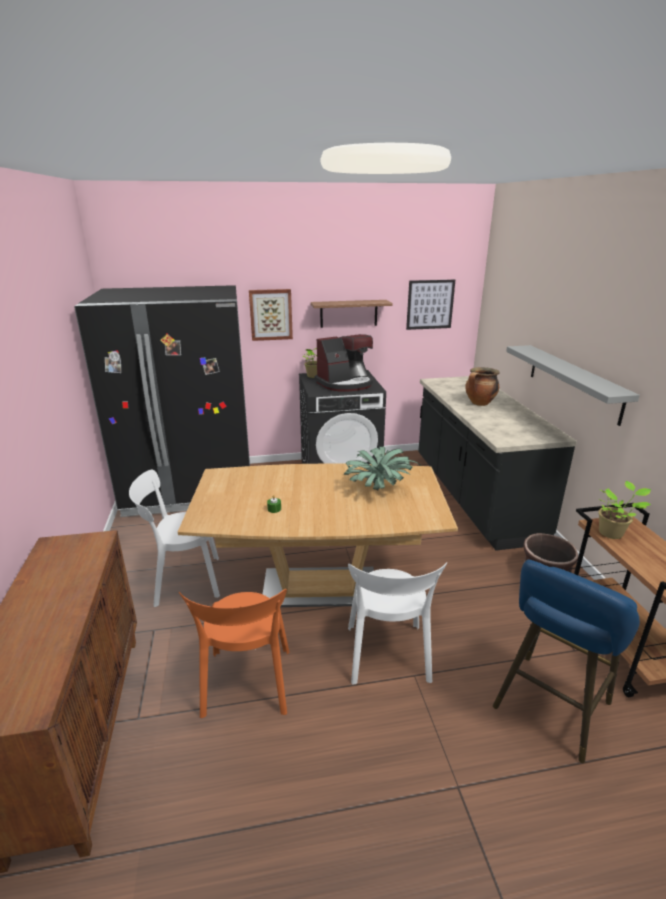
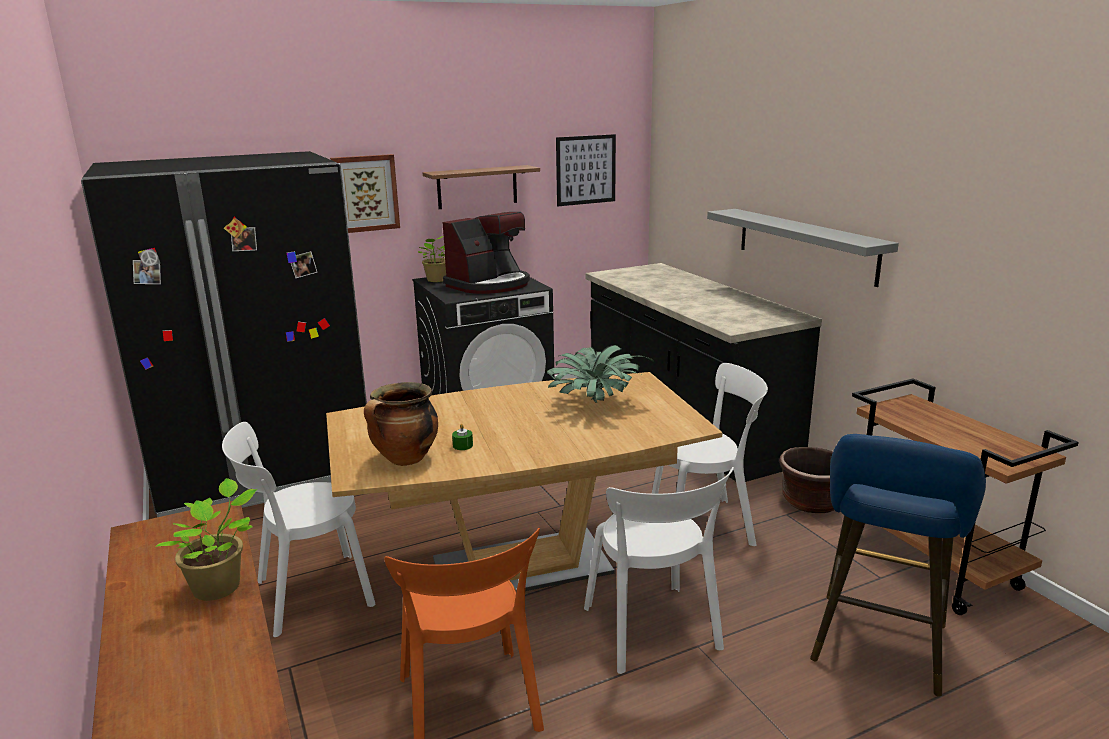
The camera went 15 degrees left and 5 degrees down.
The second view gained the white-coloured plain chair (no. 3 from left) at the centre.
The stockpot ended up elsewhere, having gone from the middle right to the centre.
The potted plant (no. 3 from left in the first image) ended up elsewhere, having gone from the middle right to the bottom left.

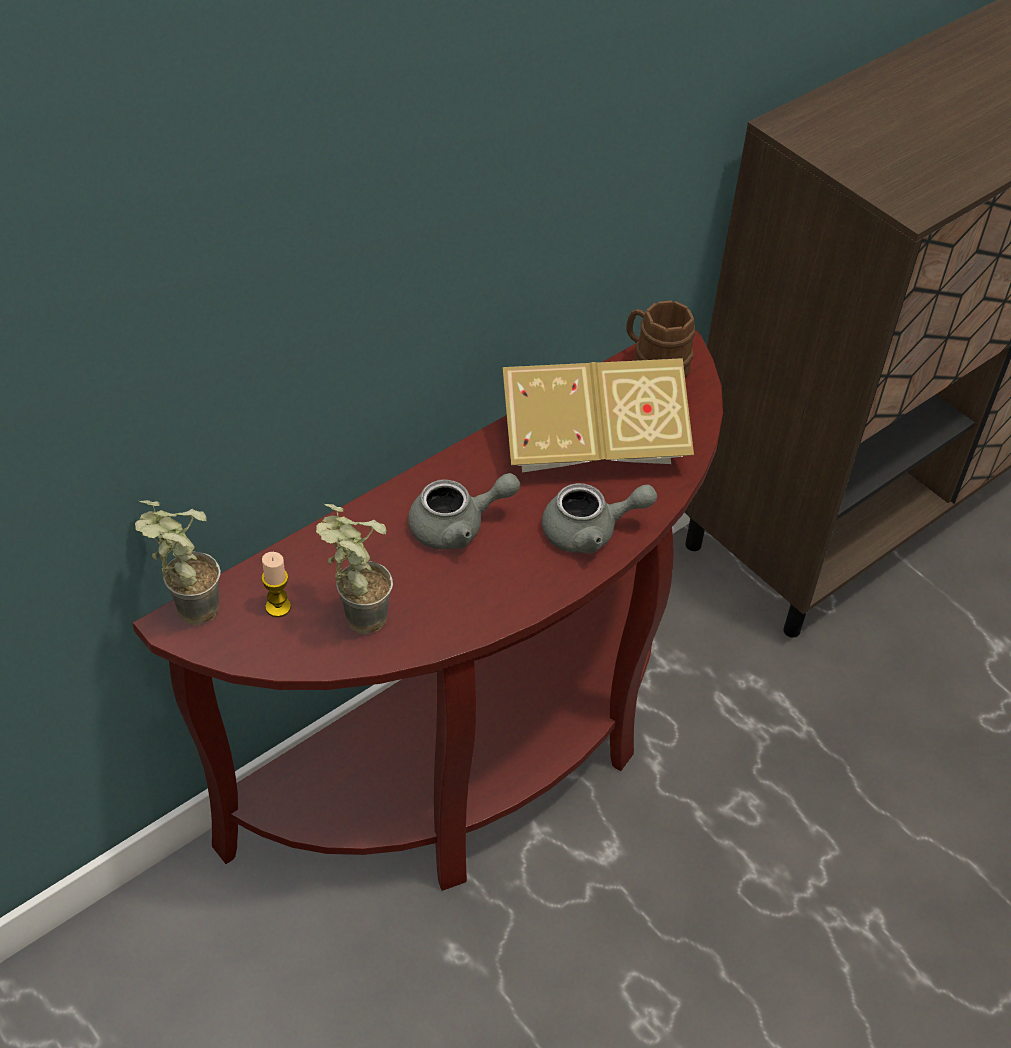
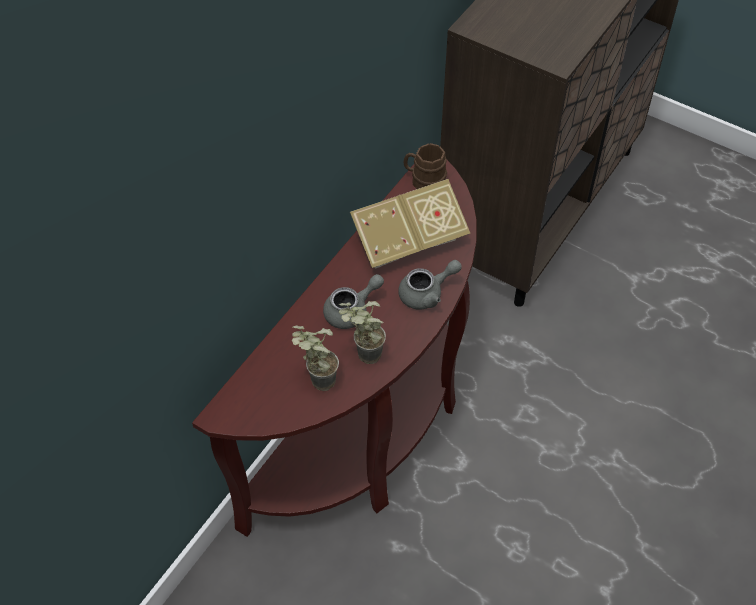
The camera went 15 degrees left and 5 degrees up.
The second view lost the wax candle at the middle left.
The potted plant (no. 1 from left in the first image) ended up elsewhere, having gone from the middle left to the centre.

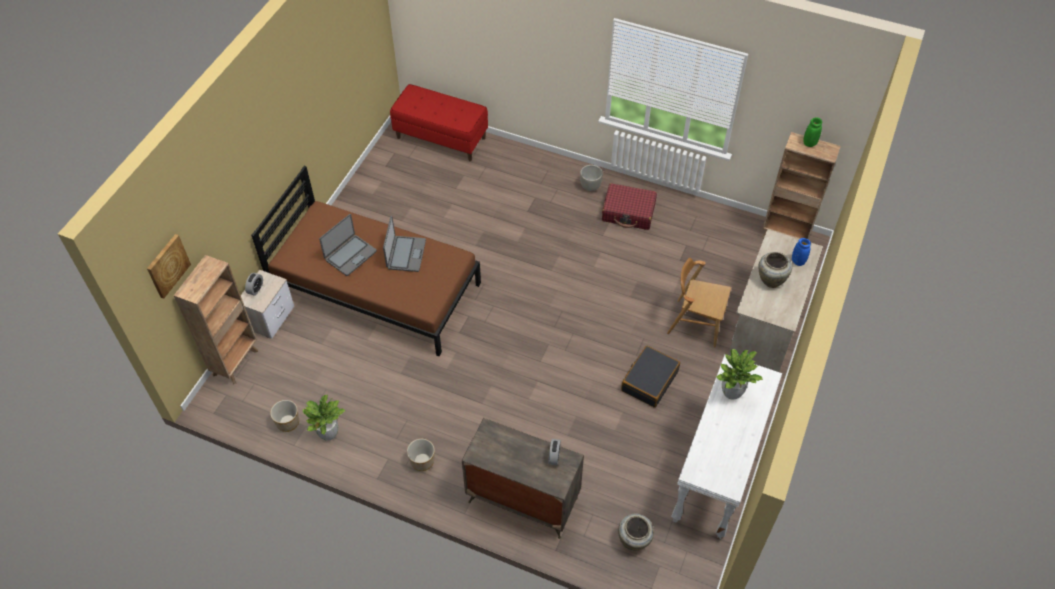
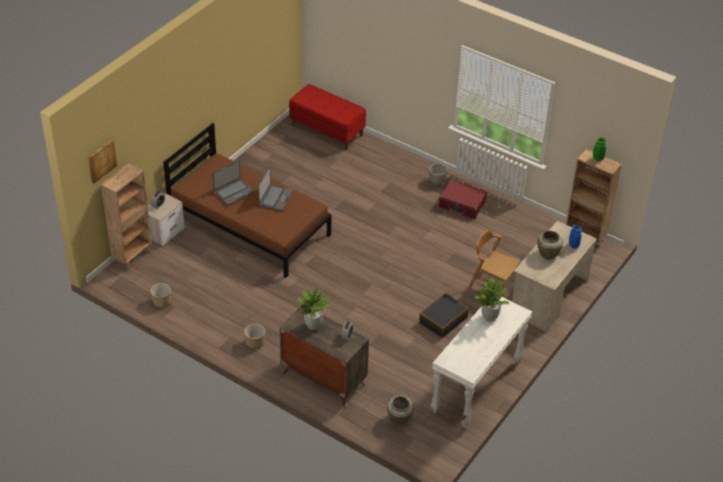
The camera went 10 degrees right and 10 degrees down.
The potted plant (no. 1 from left) ended up elsewhere, having gone from the bottom left to the centre.

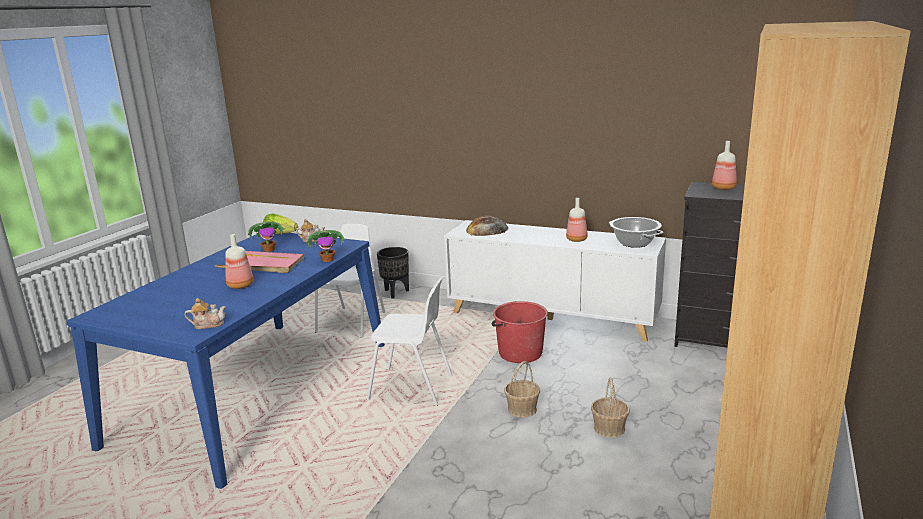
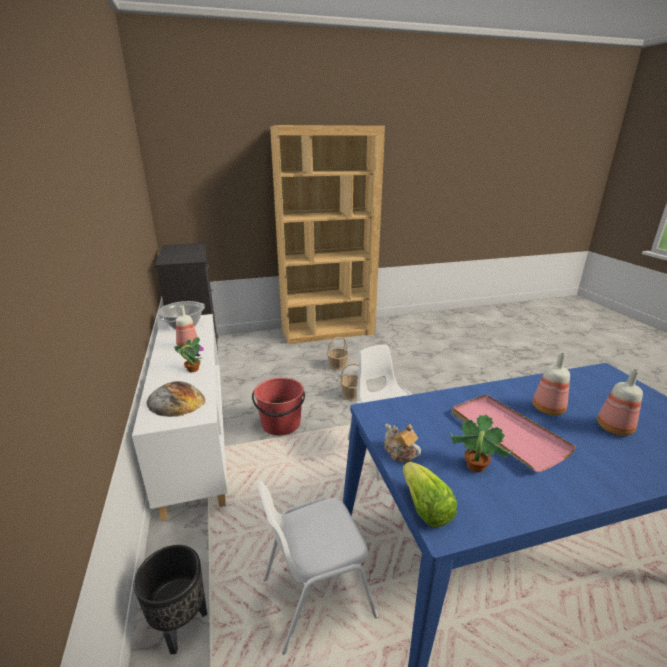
The camera went 130 degrees left and 5 degrees up.
The second view lost the tea pot (no. 1 from left) at the middle left.
The potted plant (no. 2 from left in the first image) ended up elsewhere, having gone from the centre to the middle left.
The drink bottle (no. 3 from left) ended up elsewhere, having gone from the top right to the middle right.

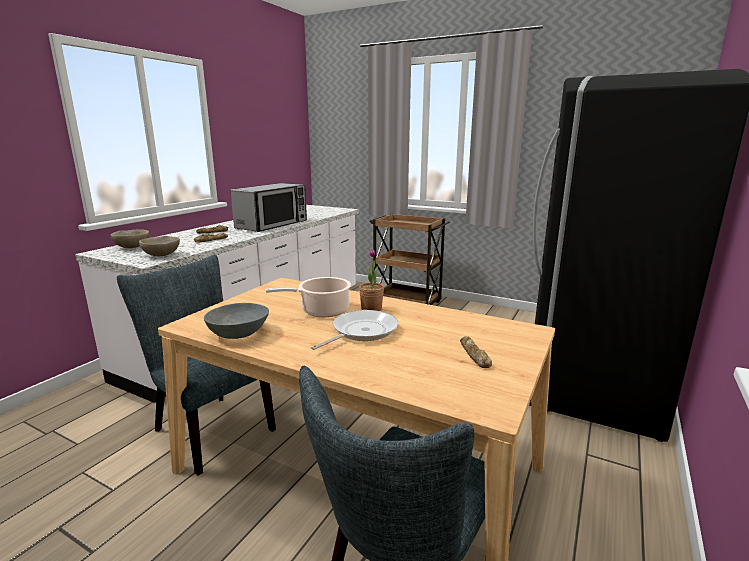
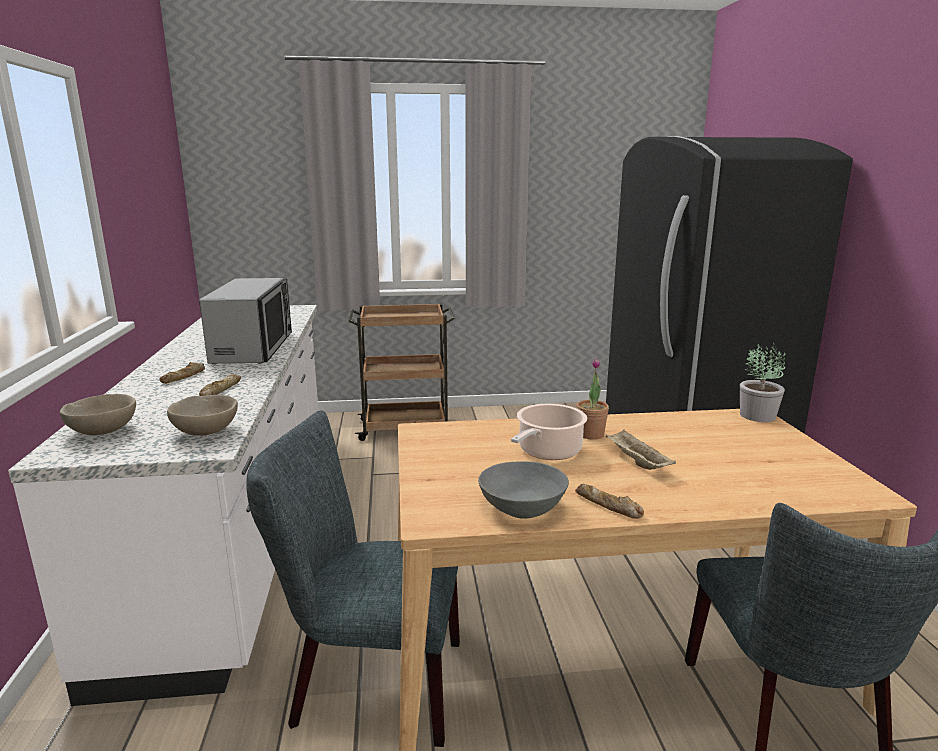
The camera went 35 degrees left and 0 degrees up.
The second view gained the potted plant (no. 2 from left) at the middle right.
The baked bread (no. 3 from left) ended up elsewhere, having gone from the centre to the bottom centre.
Where the pan stood at the centre, the sand-coloured tray came to stand at the middle right.

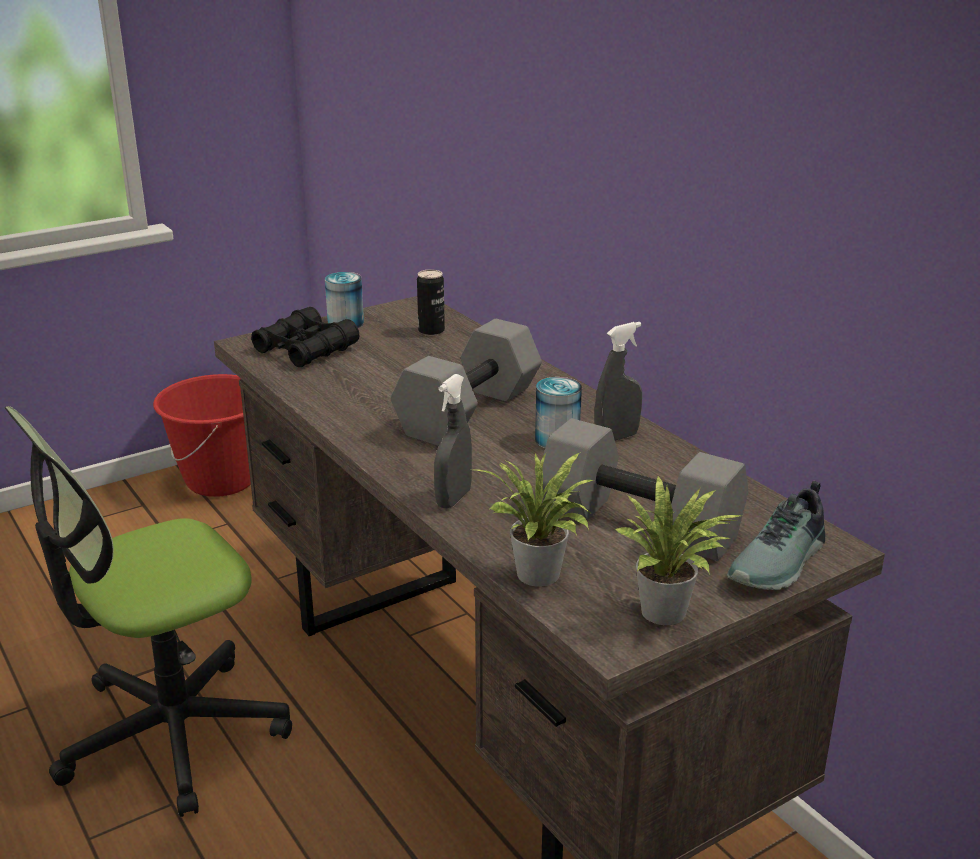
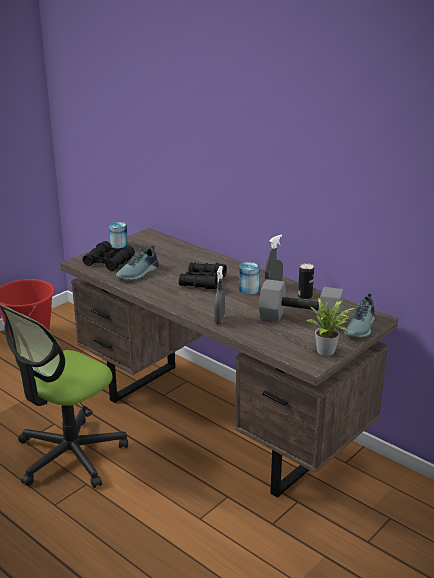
The camera went 15 degrees left and 0 degrees up.
The second view lost the potted plant (no. 1 from left) at the centre.
The second view gained the low shoe (no. 1 from left) at the middle left.
The metal can (no. 2 from left in the first image) ended up elsewhere, having gone from the centre to the middle right.
Where the greyish hand weight (no. 1 from left) stood at the centre, the black-coloured binoculars (no. 2 from left) came to stand at the centre.

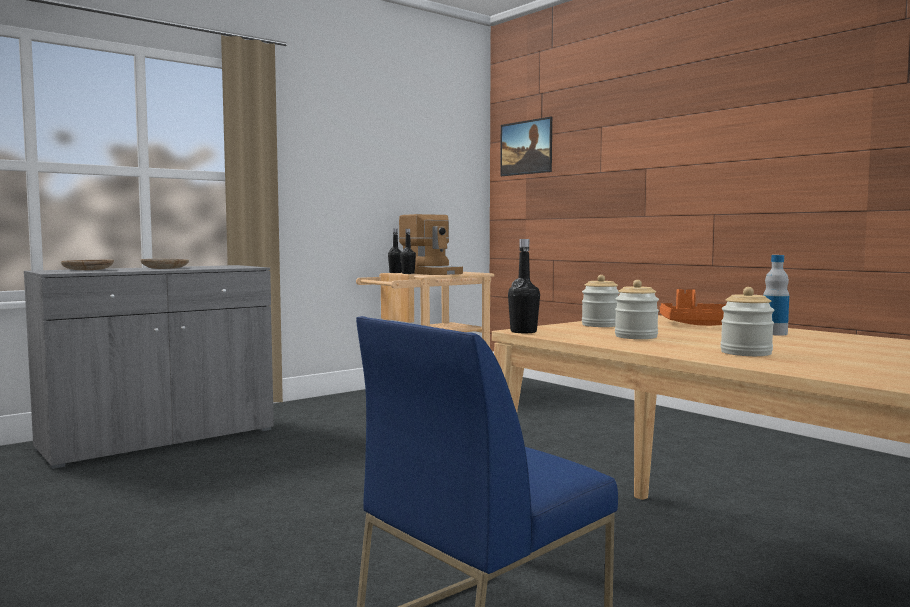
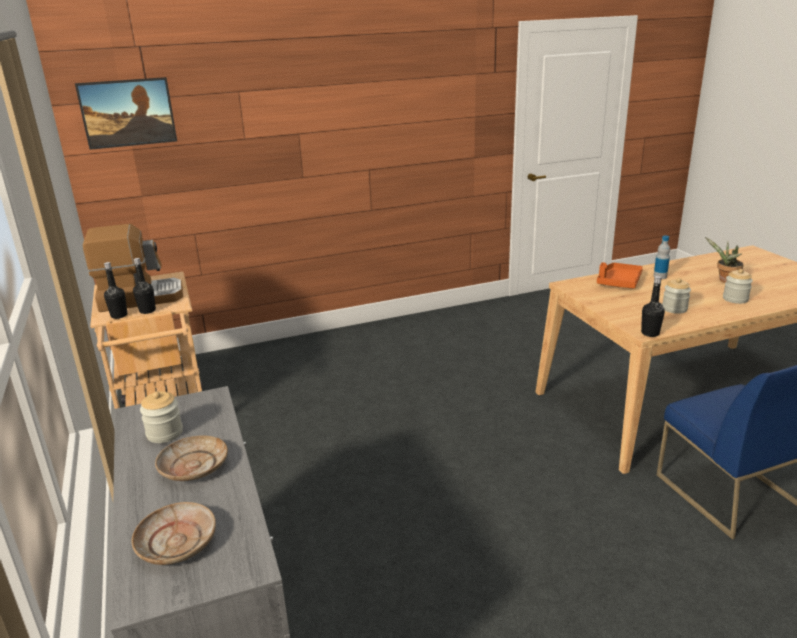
The camera went 70 degrees left and 20 degrees up.
The second view gained the potted plant at the middle right.
The jar (no. 1 from left) ended up elsewhere, having gone from the centre to the middle left.

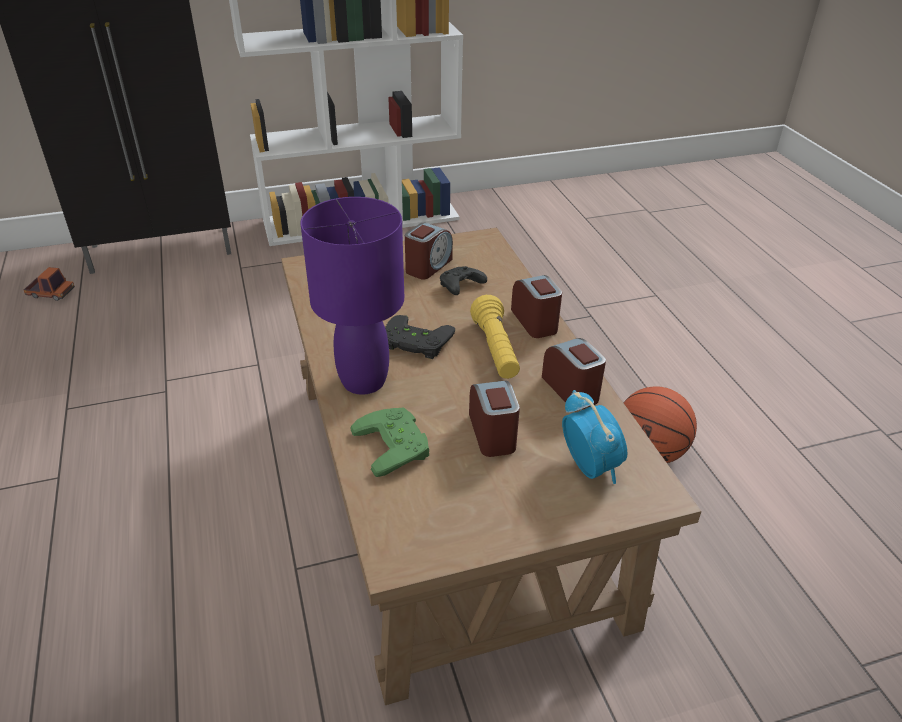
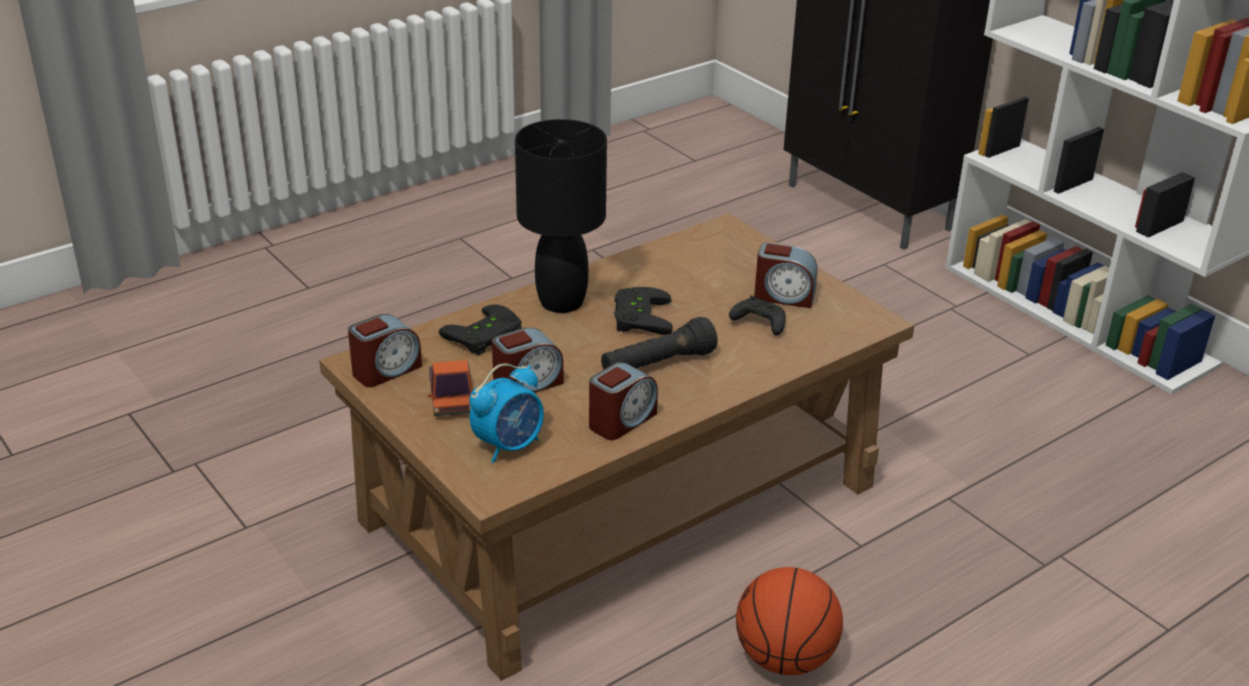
The camera went 70 degrees right and 5 degrees down.
The toy lorry ended up elsewhere, having gone from the middle left to the centre.
The alarm clock (no. 3 from left in the first image) ended up elsewhere, having gone from the centre to the middle left.
What was the purple-coloured tabletop lamp at the centre turned into the black-coloured tabletop lamp at the top centre.
What was the green-coloured joypad at the centre turned into the black-coloured joypad (no. 1 from left) at the centre.
What was the yellow-coloured hand torch at the centre turned into the black-coloured hand torch at the centre.

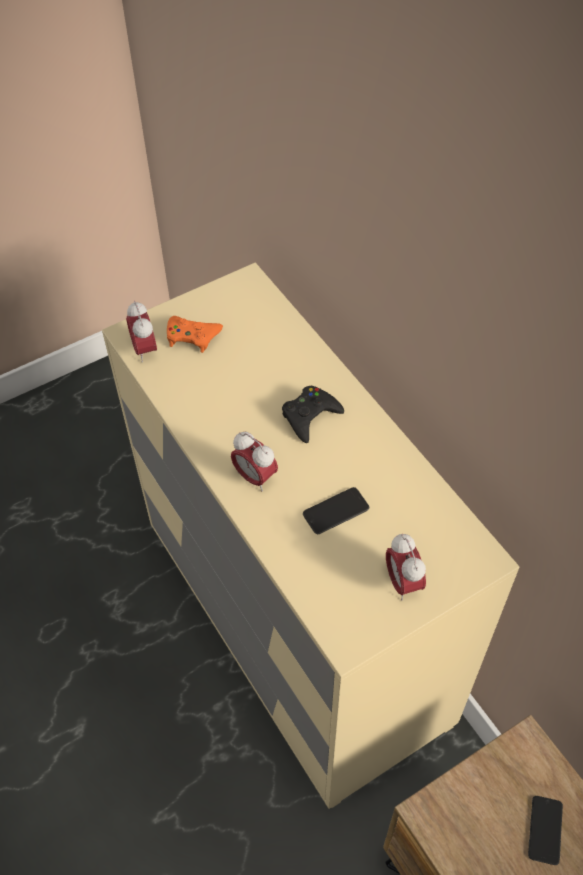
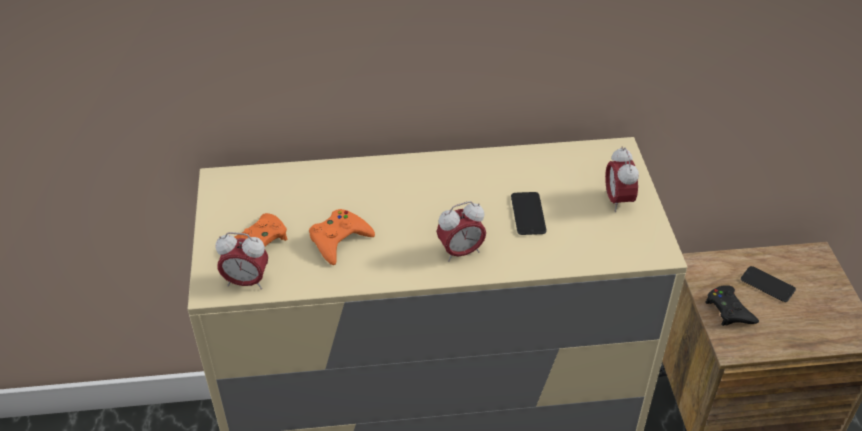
The camera went 65 degrees left and 10 degrees down.
The second view gained the orangey joypad (no. 2 from left) at the centre.
The black-coloured joypad ended up elsewhere, having gone from the centre to the bottom right.
The alarm clock (no. 3 from left) at the middle right ended up facing another way, 75 degrees clockwise from before.

